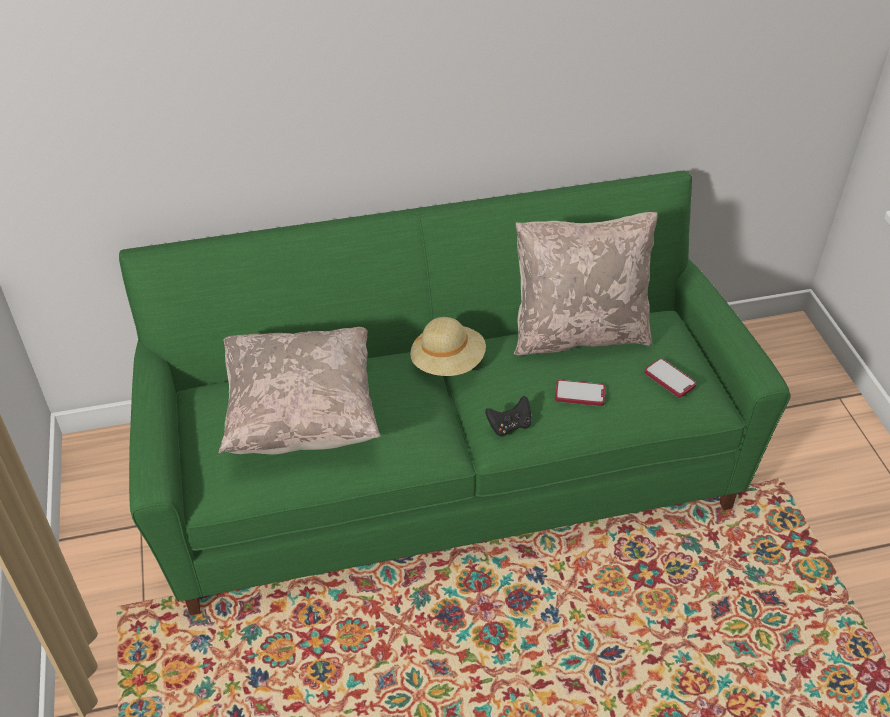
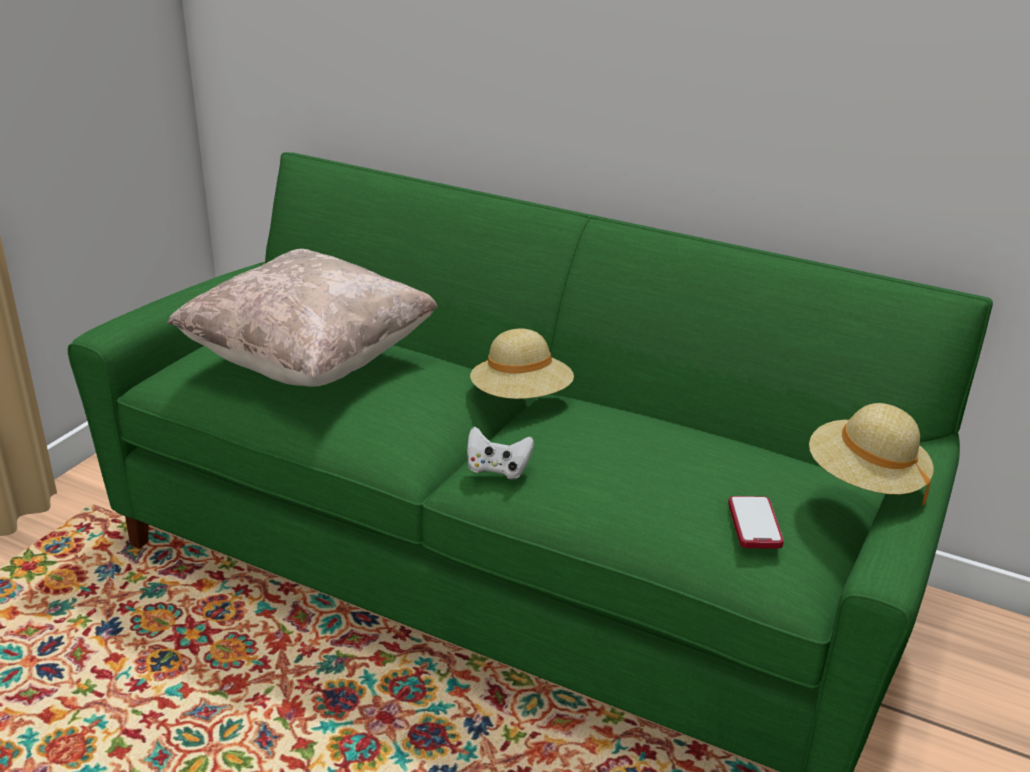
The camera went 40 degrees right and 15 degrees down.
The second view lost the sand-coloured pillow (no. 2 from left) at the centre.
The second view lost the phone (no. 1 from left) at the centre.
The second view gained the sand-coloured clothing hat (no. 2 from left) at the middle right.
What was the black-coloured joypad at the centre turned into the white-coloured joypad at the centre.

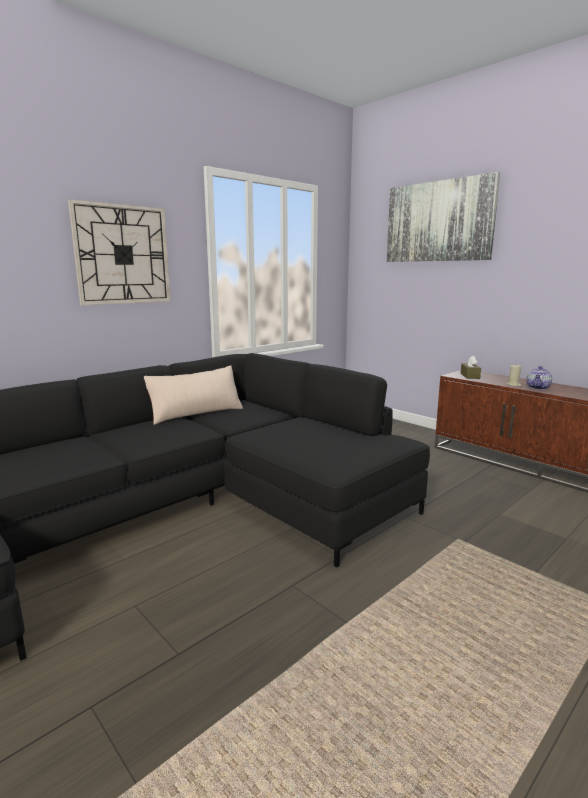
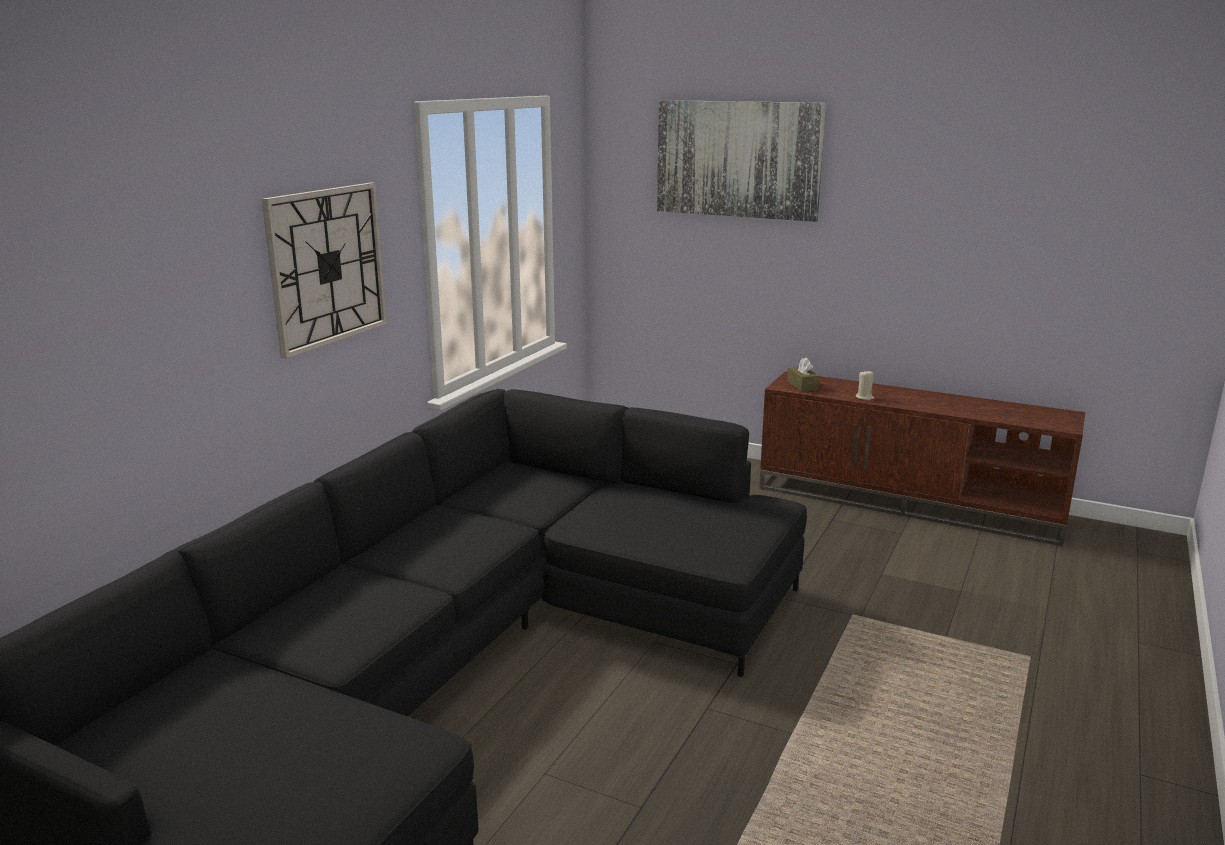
The camera went 20 degrees left and 5 degrees up.
The second view lost the sand-coloured pillow at the middle left.
The second view lost the tea pot at the middle right.

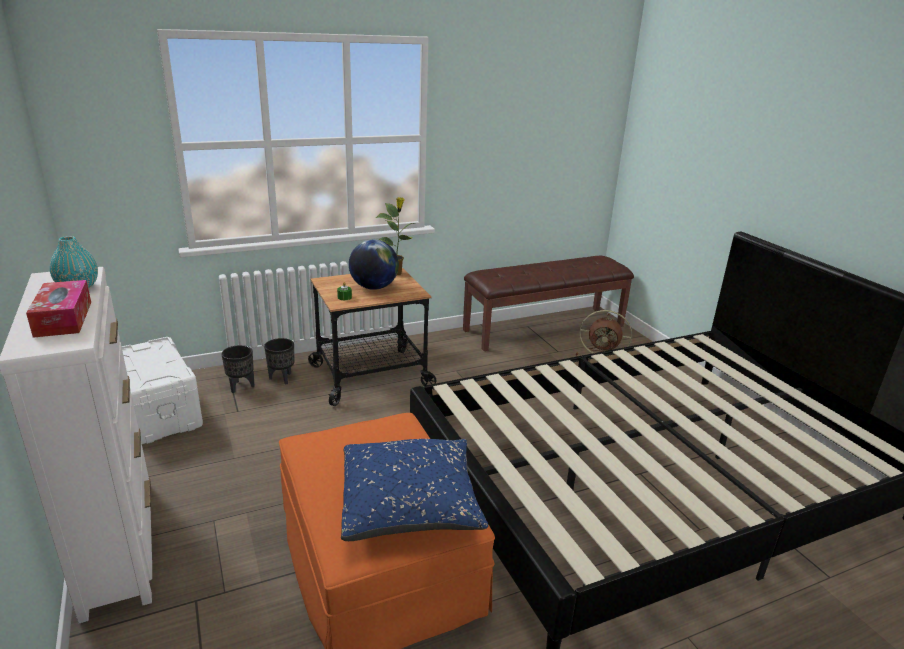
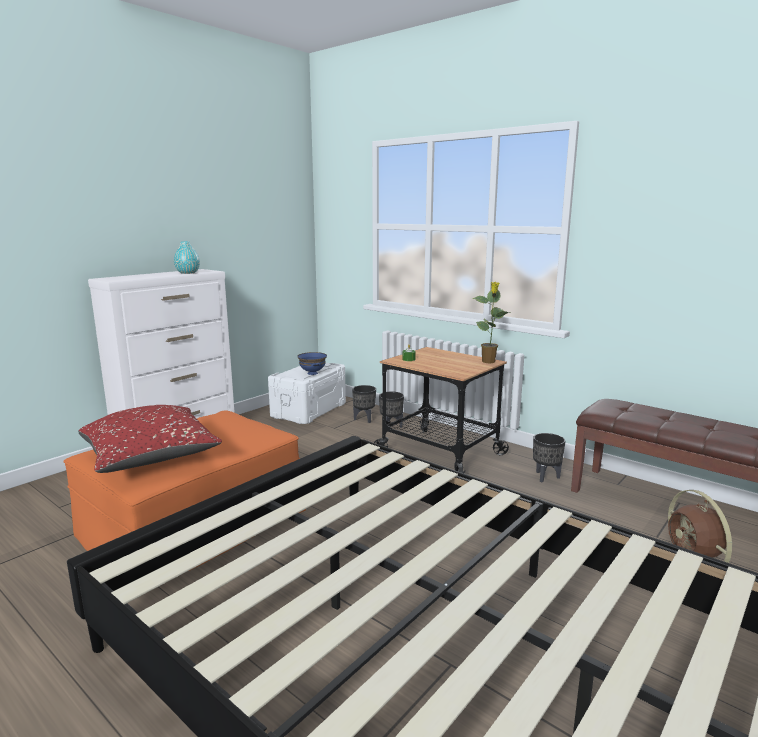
The camera went 65 degrees right and 10 degrees down.
The second view lost the tissue box at the middle left.
The second view lost the globe at the centre.
The second view gained the blue bowl at the centre.
The second view gained the black-coloured planter (no. 3 from left) at the middle right.
What was the blue pillow at the bottom centre turned into the reddish pillow at the middle left.

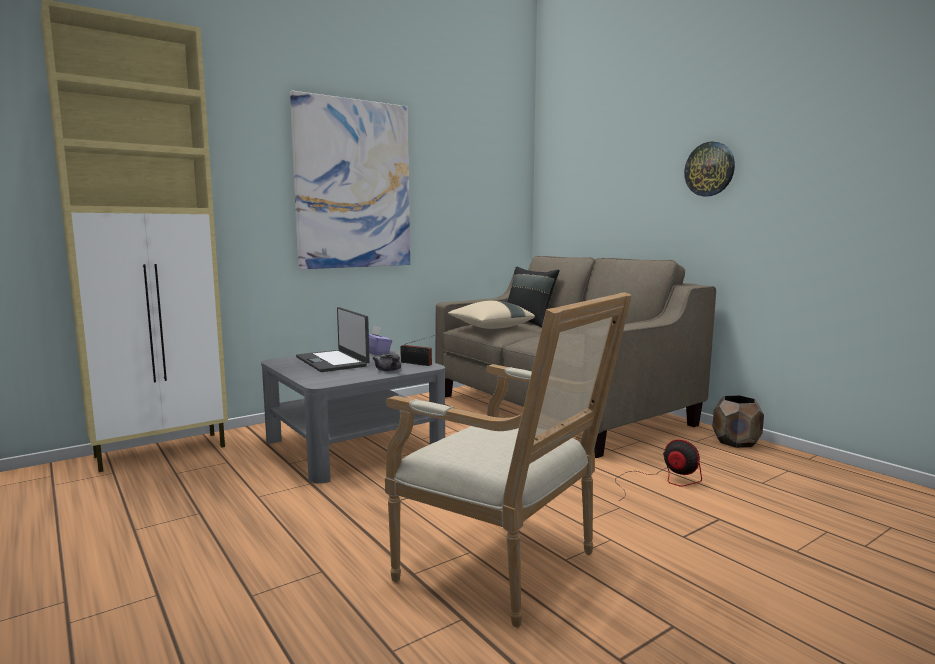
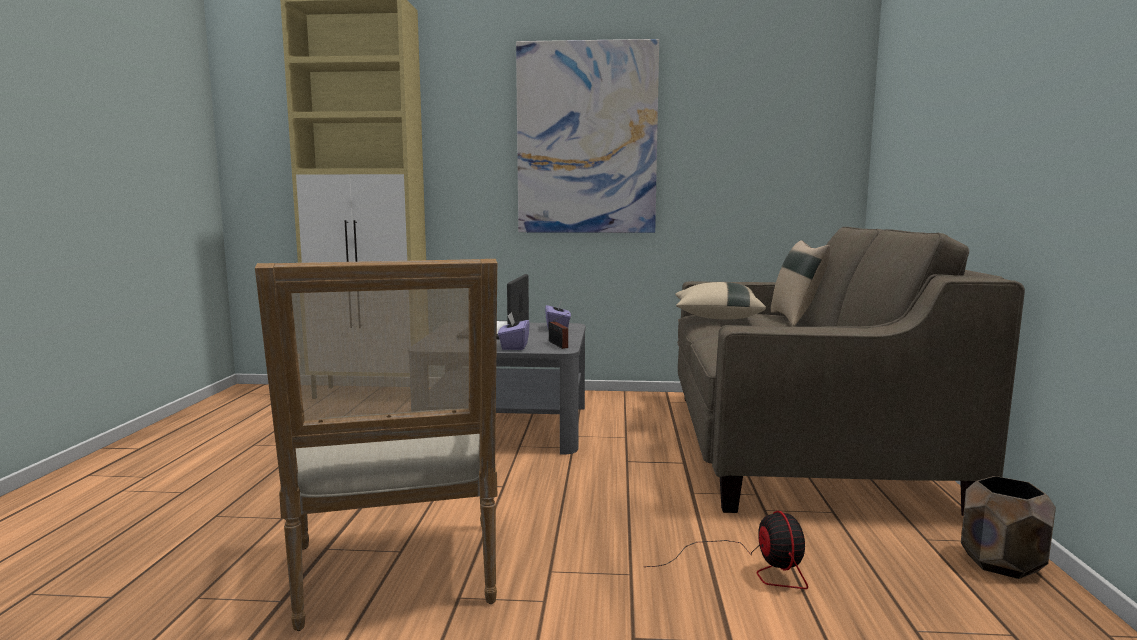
The camera went 40 degrees right and 0 degrees up.
The second view lost the wall clock at the top right.
Where the greyish tea pot stood at the centre, the purple-coloured tissue box (no. 1 from left) came to stand at the centre.
What was the black-coloured pillow at the centre turned into the sand-coloured pillow (no. 2 from left) at the middle right.

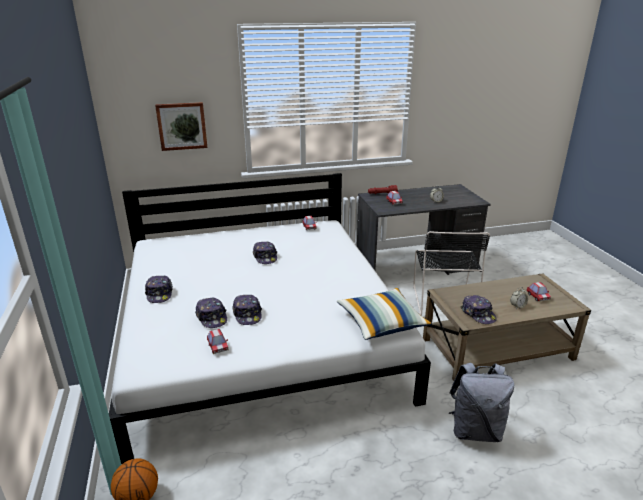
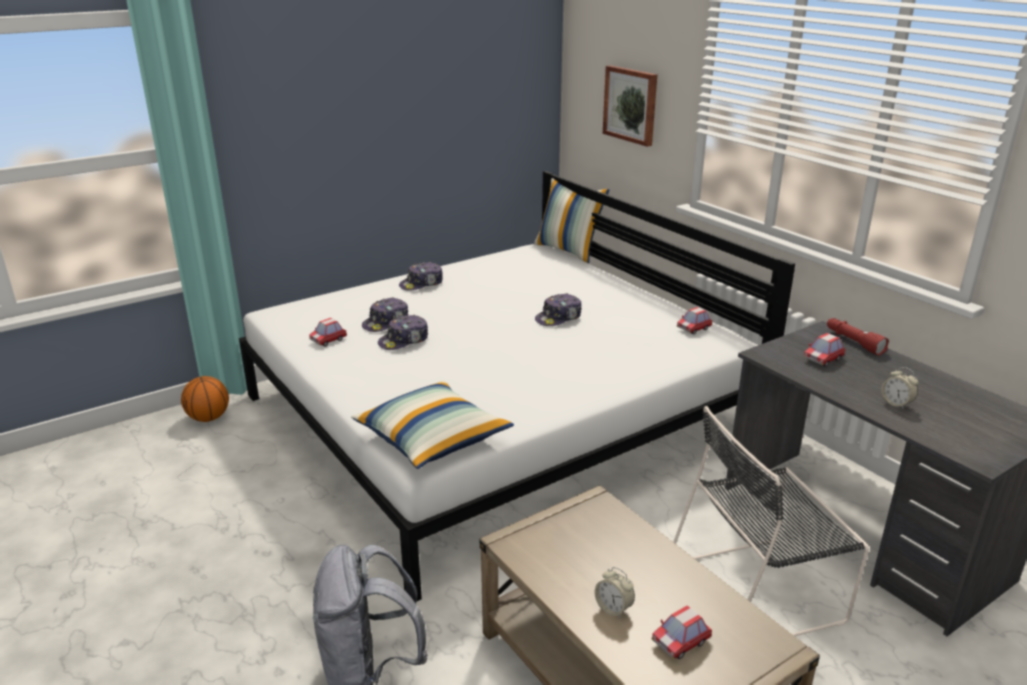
The camera went 70 degrees right and 0 degrees up.
The second view lost the cap (no. 5 from left) at the middle right.
The second view gained the pillow (no. 2 from left) at the top centre.

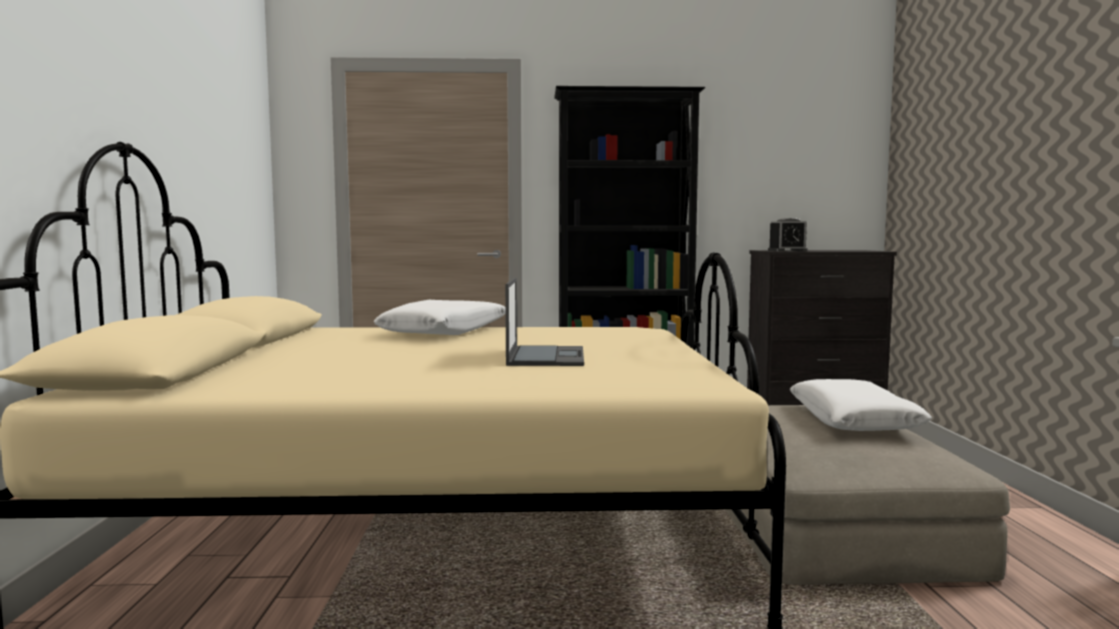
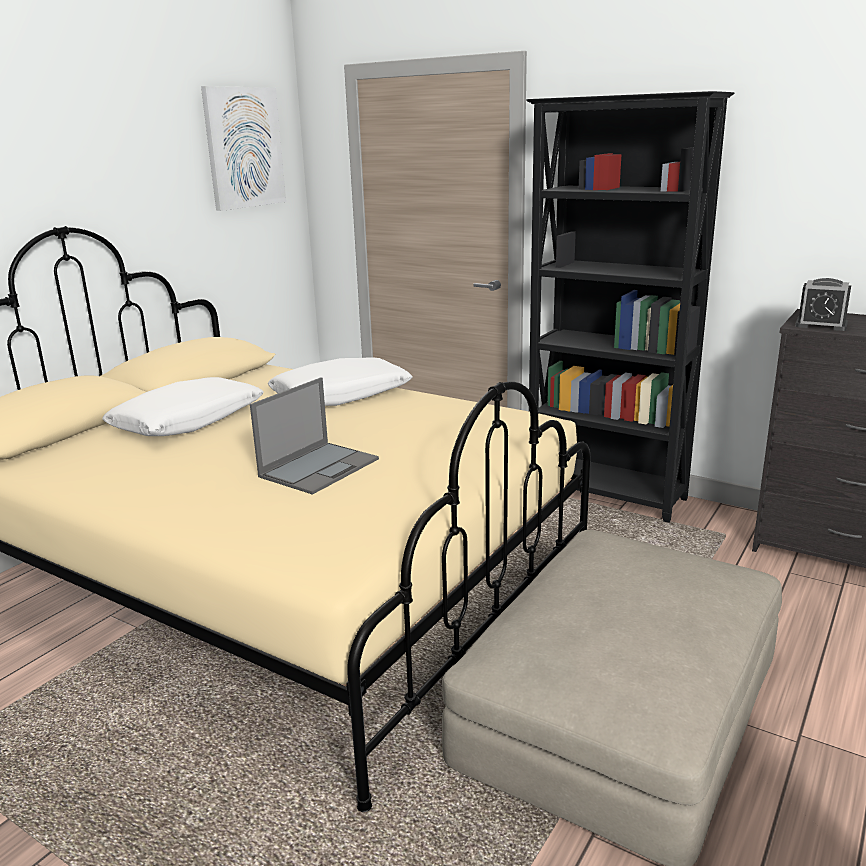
The camera went 35 degrees right and 15 degrees up.
The second view gained the wall picture at the top left.
The white-coloured pillow (no. 2 from left in the first image) ended up elsewhere, having gone from the middle right to the middle left.

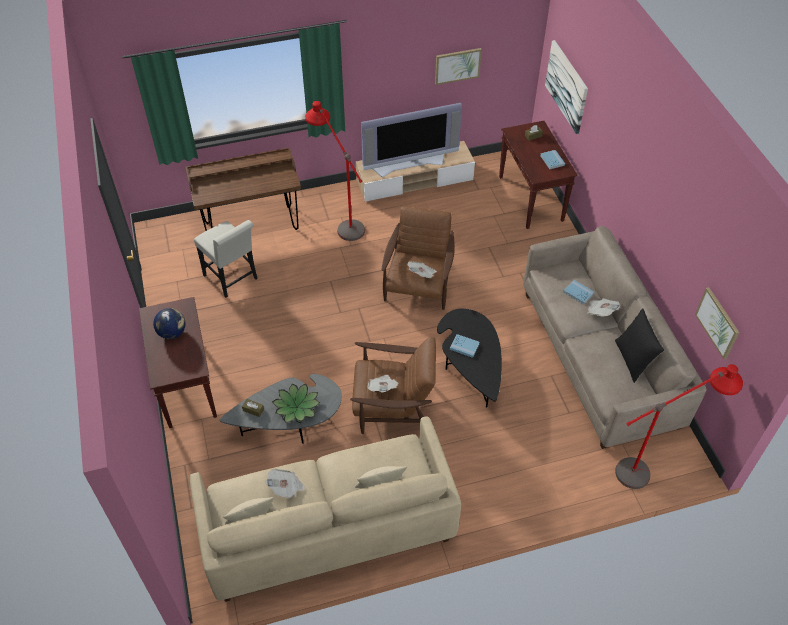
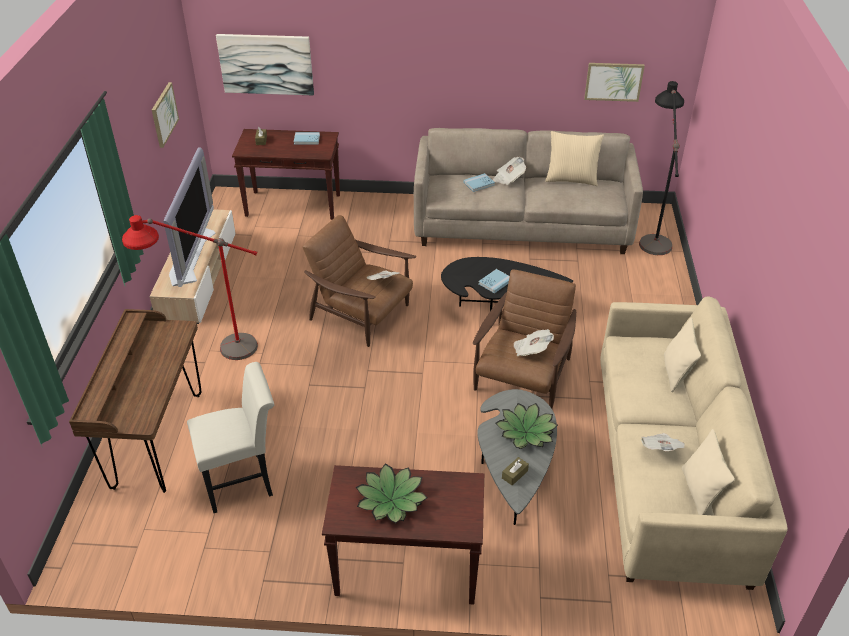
The camera went 70 degrees left and 10 degrees down.
Where the globe stood at the middle left, the potted plant (no. 1 from left) came to stand at the bottom centre.
What was the black-coloured pillow at the middle right turned into the sand-coloured pillow (no. 1 from left) at the top right.
What was the reddish standing lamp (no. 2 from left) at the bottom right turned into the black-coloured standing lamp at the top right.

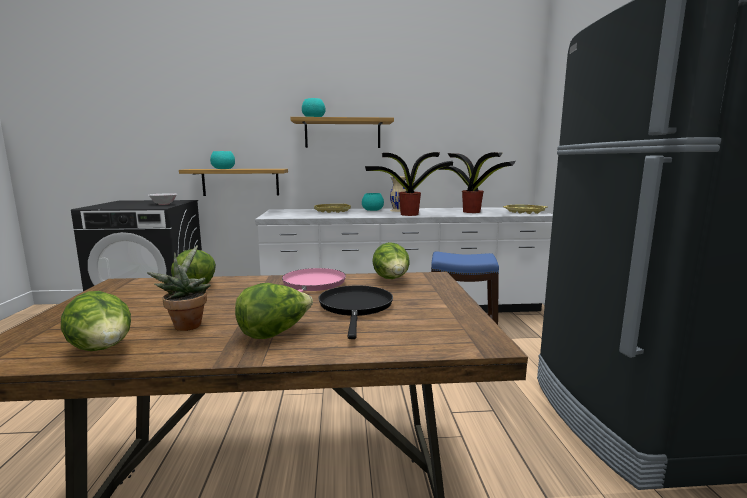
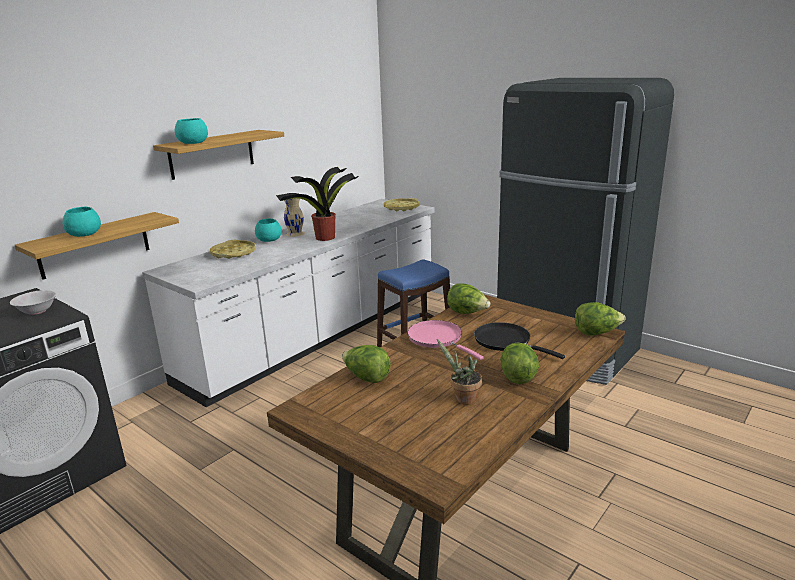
The camera went 45 degrees left and 10 degrees up.
The second view lost the potted plant (no. 3 from left) at the centre.
The lettuce head (no. 1 from left in the first image) ended up elsewhere, having gone from the middle left to the middle right.

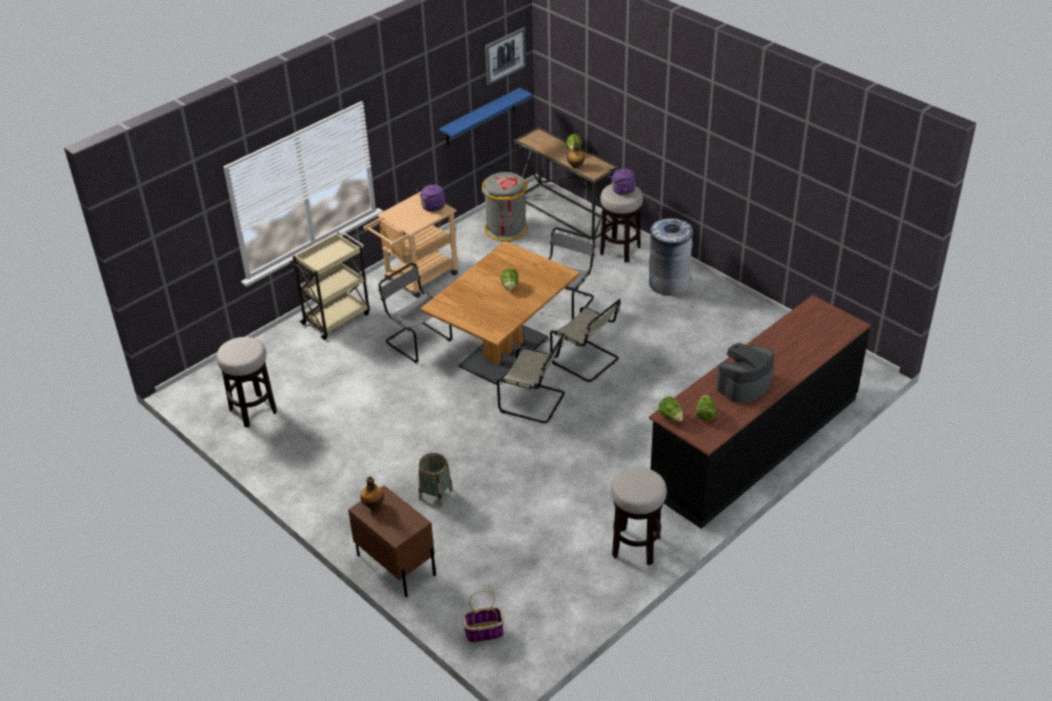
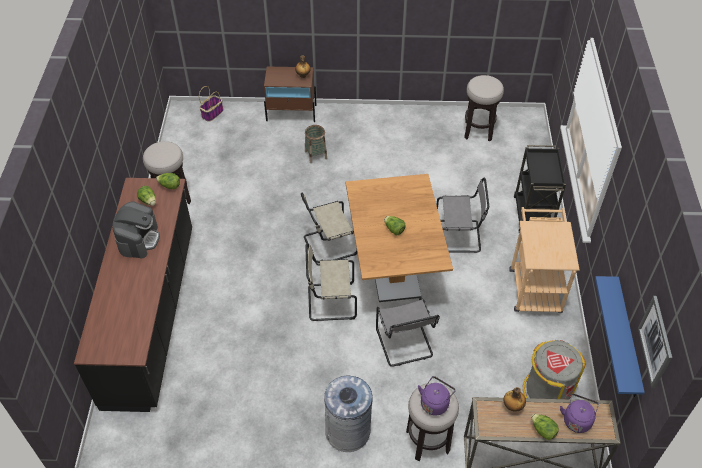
The camera went 135 degrees right and 10 degrees up.
The purple-coloured water kettle (no. 1 from left in the first image) ended up elsewhere, having gone from the top centre to the bottom right.
What was the sand-coloured wheeled cart (no. 1 from left) at the middle left turned into the black-coloured wheeled cart at the middle right.

